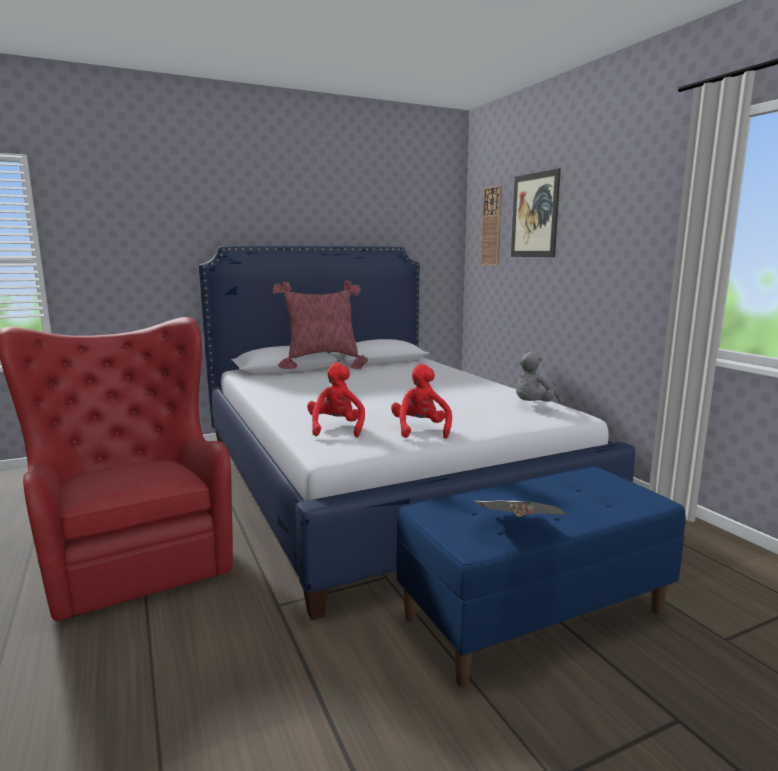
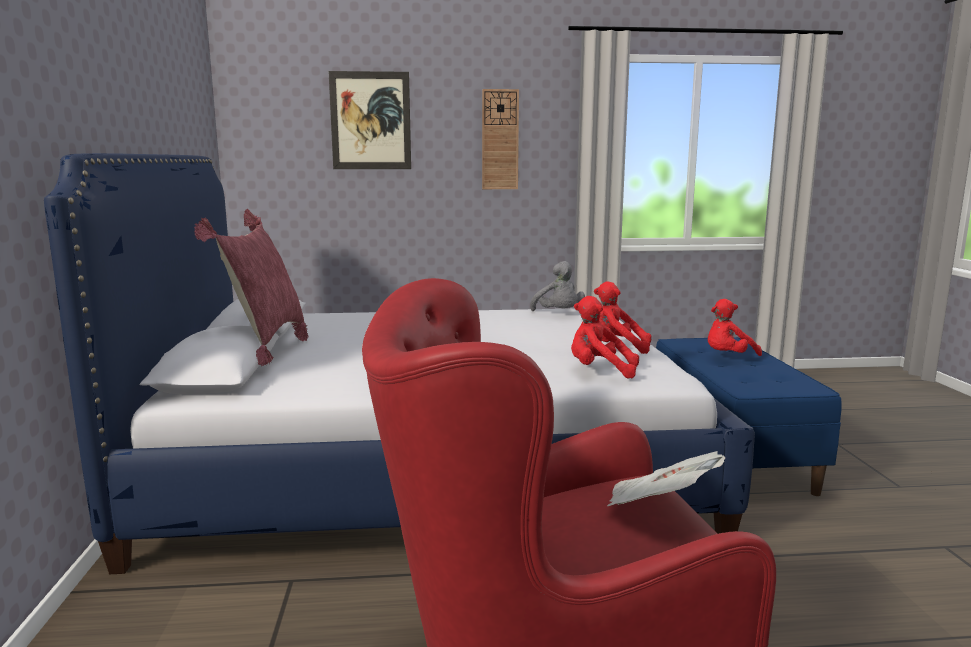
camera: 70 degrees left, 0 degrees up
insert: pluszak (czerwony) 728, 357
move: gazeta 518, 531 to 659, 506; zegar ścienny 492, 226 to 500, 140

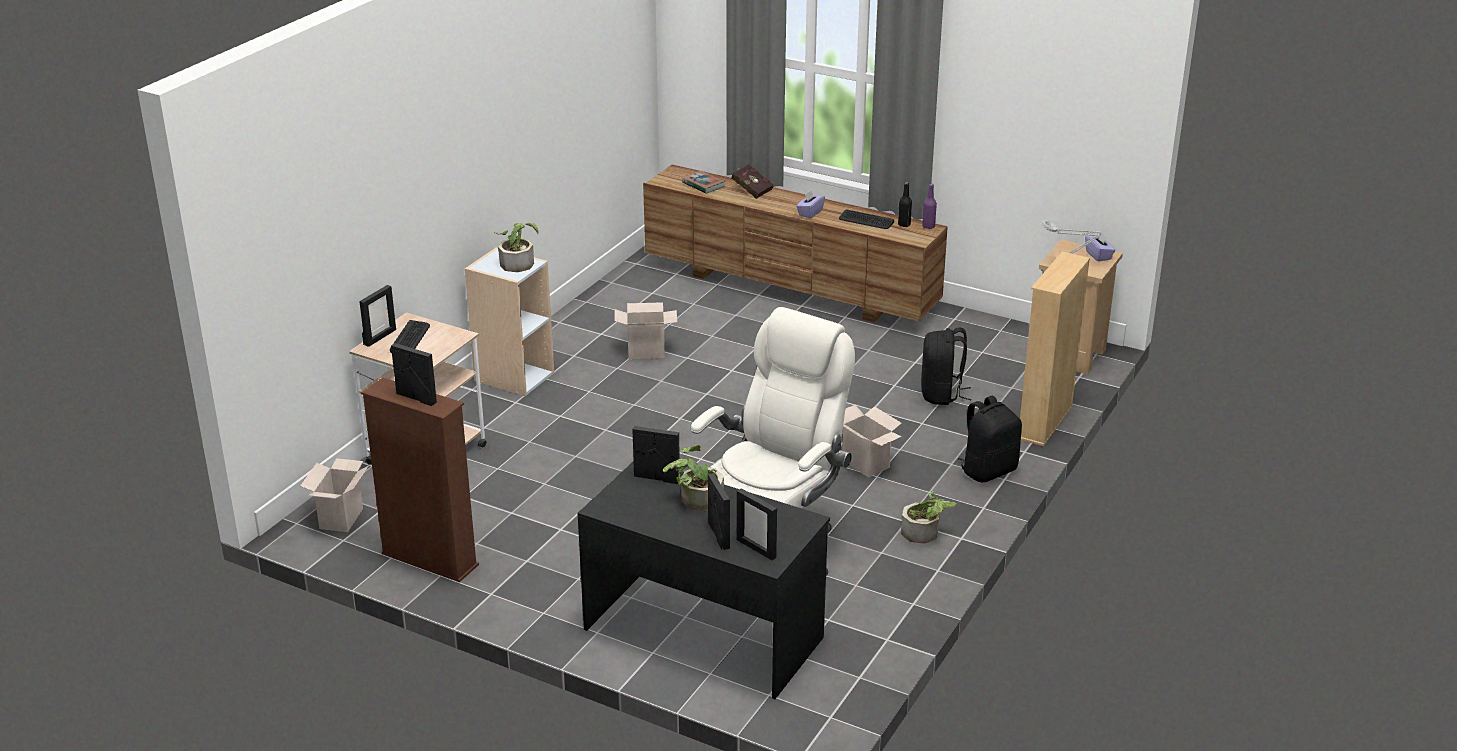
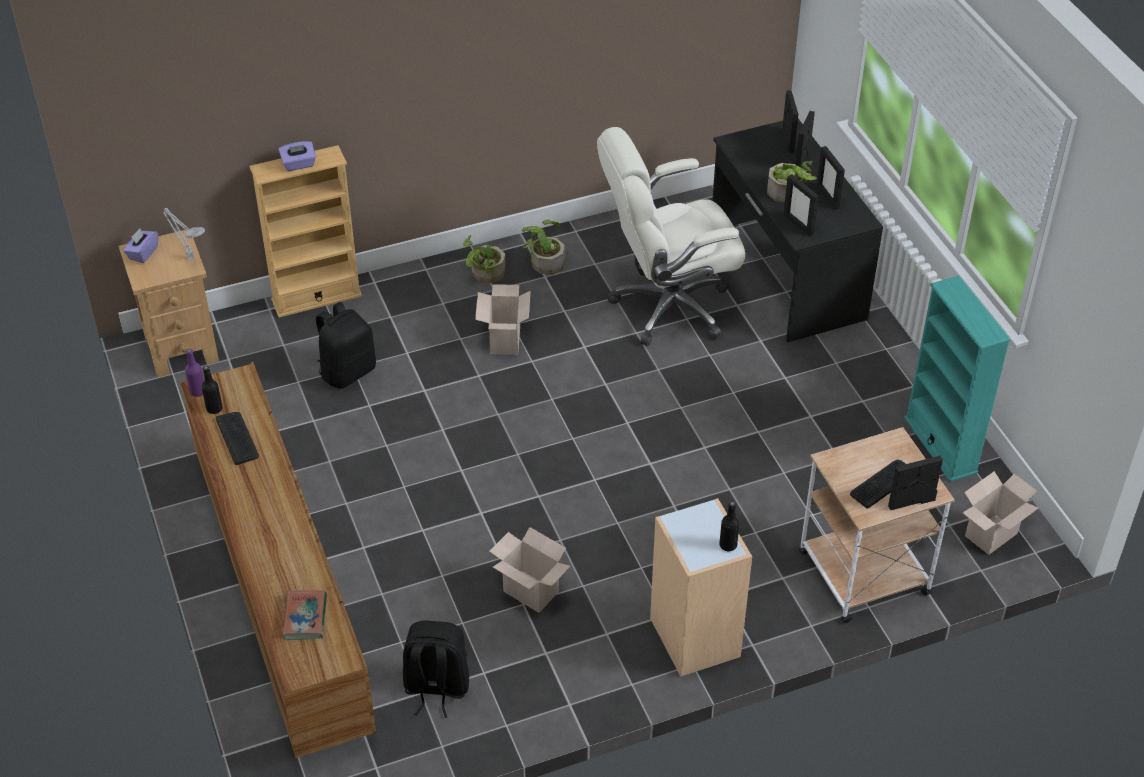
camera: 140 degrees left, 15 degrees up
delete: książka (czerwony) 751, 190
insert: butelka (czarny) 728, 545
move: ramka na zdjęcie 415, 398 to 828, 197; roślina doniczkowa 518, 262 to 484, 274; pudełko chusteczek (fioletowy) 810, 213 to 299, 164; plecak (czarny) 988, 470 to 436, 687
recolor: regał (brązowy) 429, 560 to regał (turkusowy) 940, 445

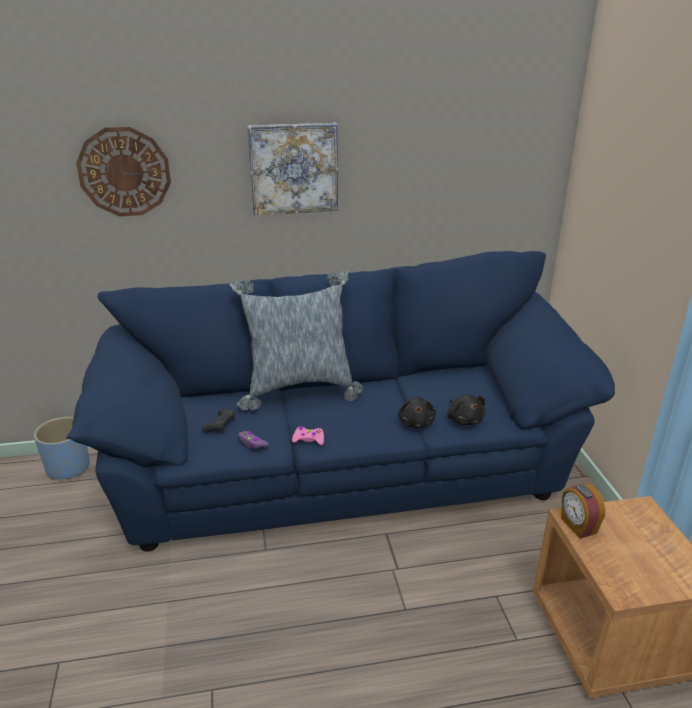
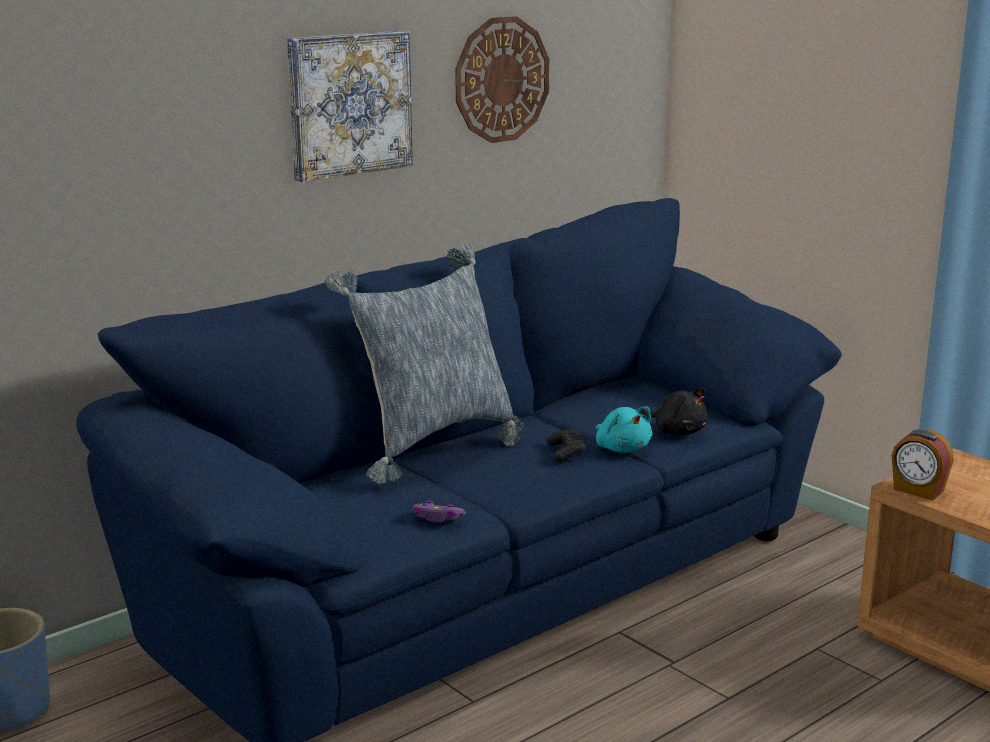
camera: 30 degrees left, 10 degrees down
delete: pad do gier (różowy) 308, 439
move: zegar ścienny 124, 172 to 501, 79; pad do gier (czarny) 220, 425 to 566, 453
recolor: pluszak (czarny) 416, 422 to pluszak (turkusowy) 622, 448

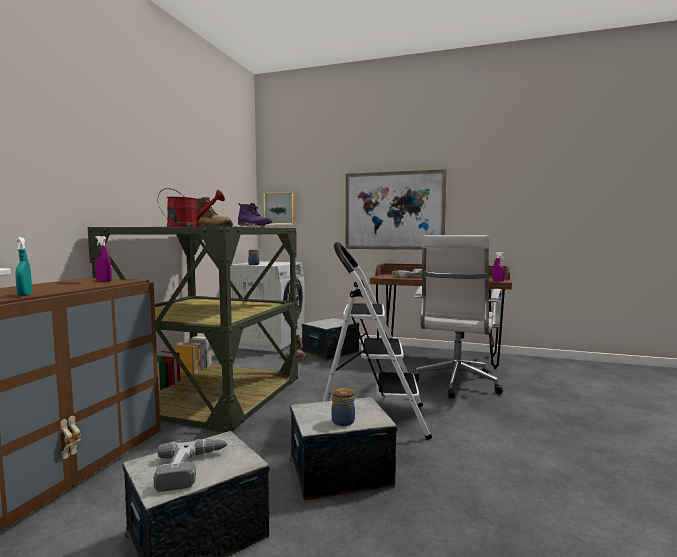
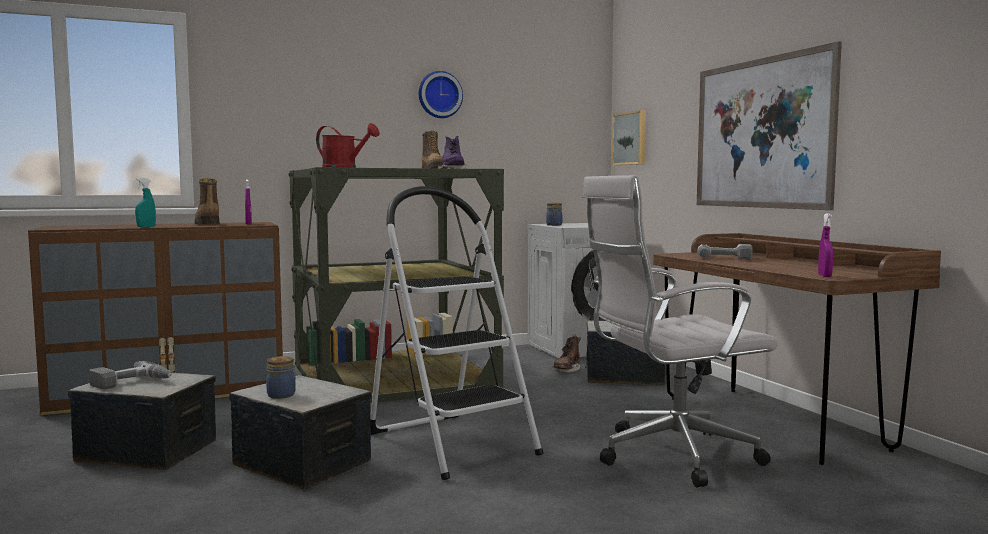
camera: 50 degrees right, 0 degrees up
insert: but z cholewką 207, 224; zegar ścienny 439, 95

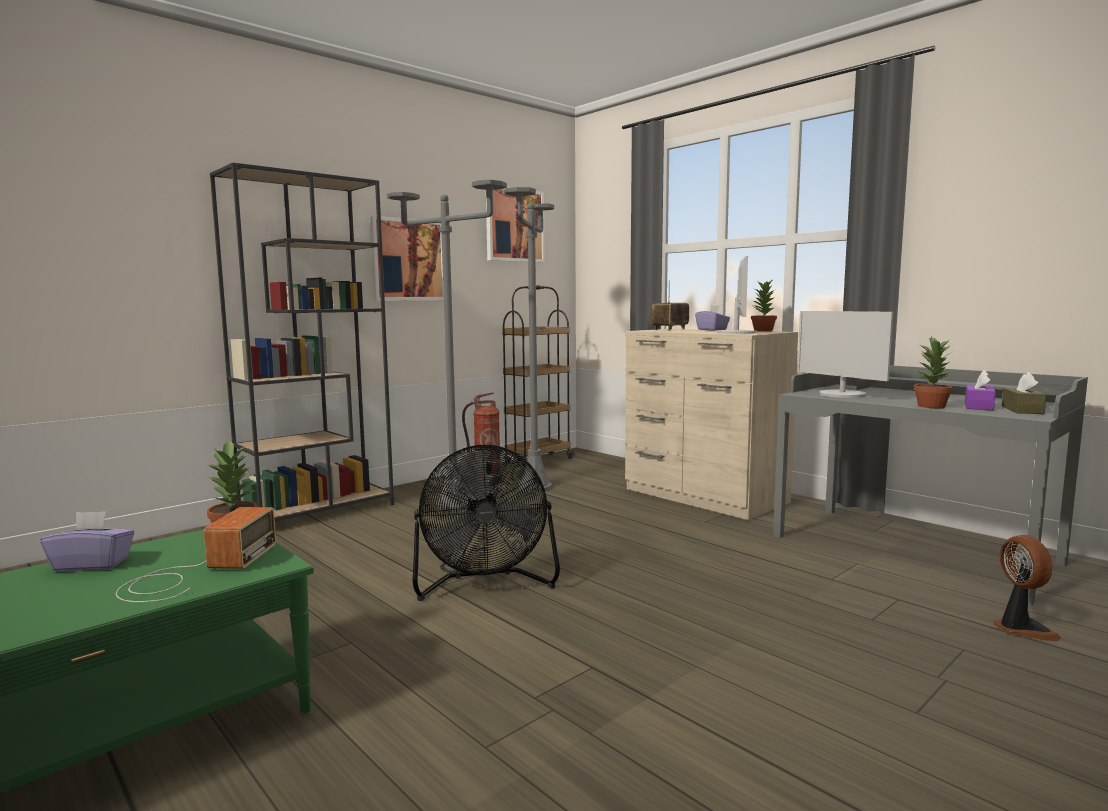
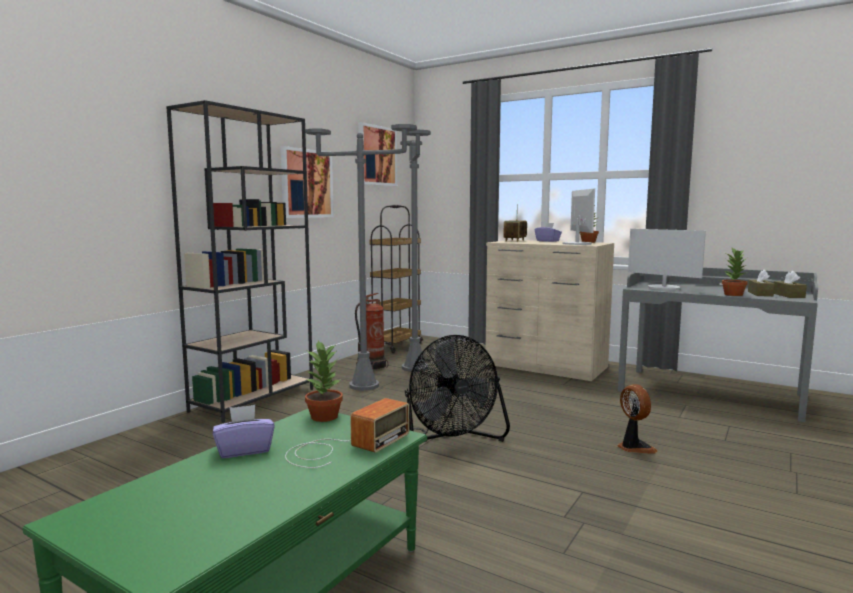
camera: 15 degrees left, 0 degrees up
move: wentylator 1021, 628 to 634, 447
recolor: pudełko chusteczek (fioletowy) 978, 406 to pudełko chusteczek (brązowy) 760, 294
rotate: radio 197, 572 = 344, 447 45 degrees clockwise

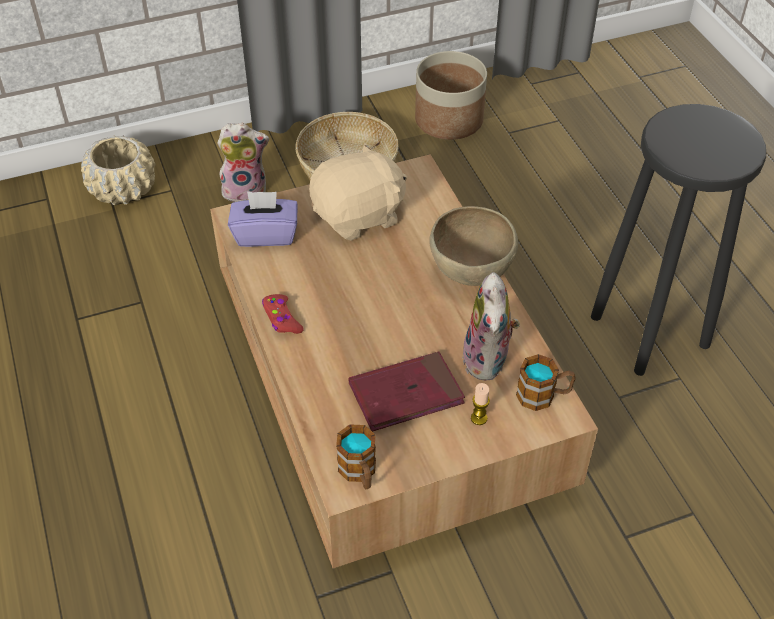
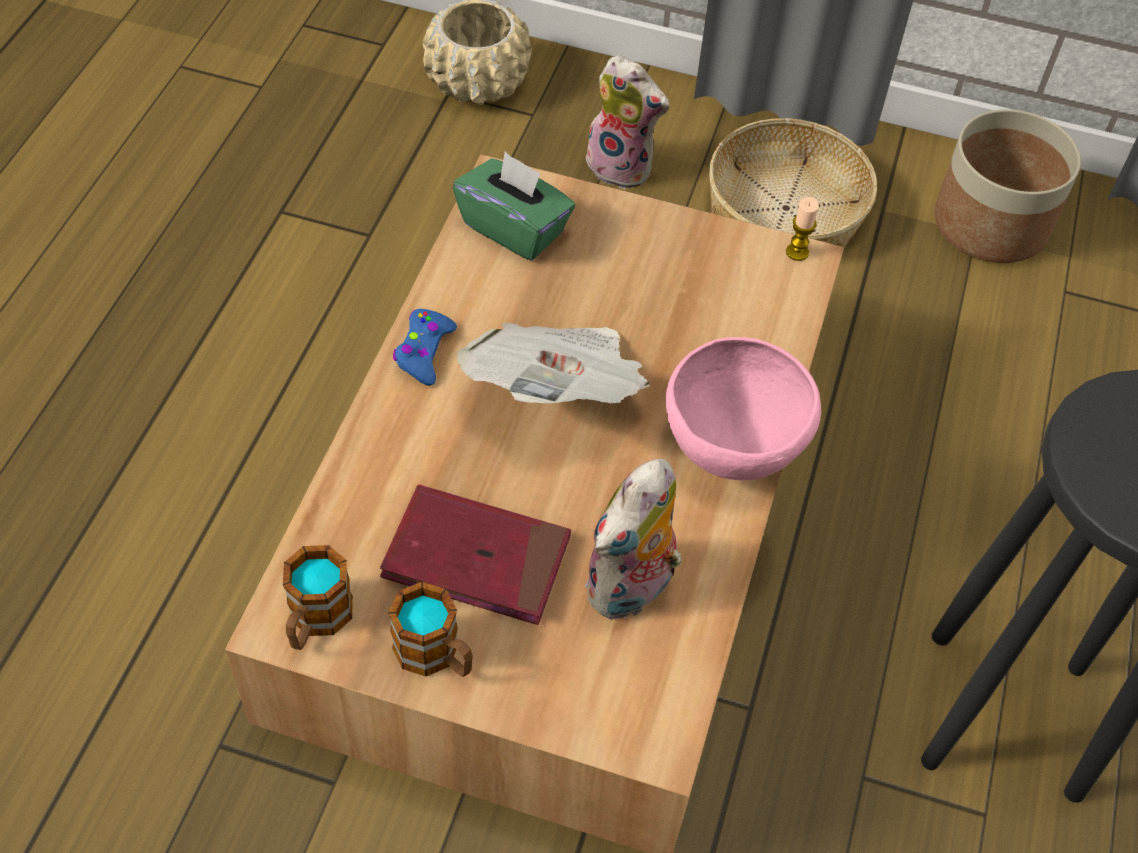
camera: 35 degrees right, 5 degrees up
delete: pluszak (beżowy) 359, 216
insert: gazeta 557, 392
move: świeca 479, 418 to 797, 252; kubek 543, 395 to 436, 655
recolor: pudełko chusteczek (fioletowy) 265, 234 to pudełko chusteczek (zielony) 514, 228; pad do gier (czerwony) 282, 319 to pad do gier (niebieski) 424, 352; miska (brązowy) 470, 272 to miska (różowy) 732, 448

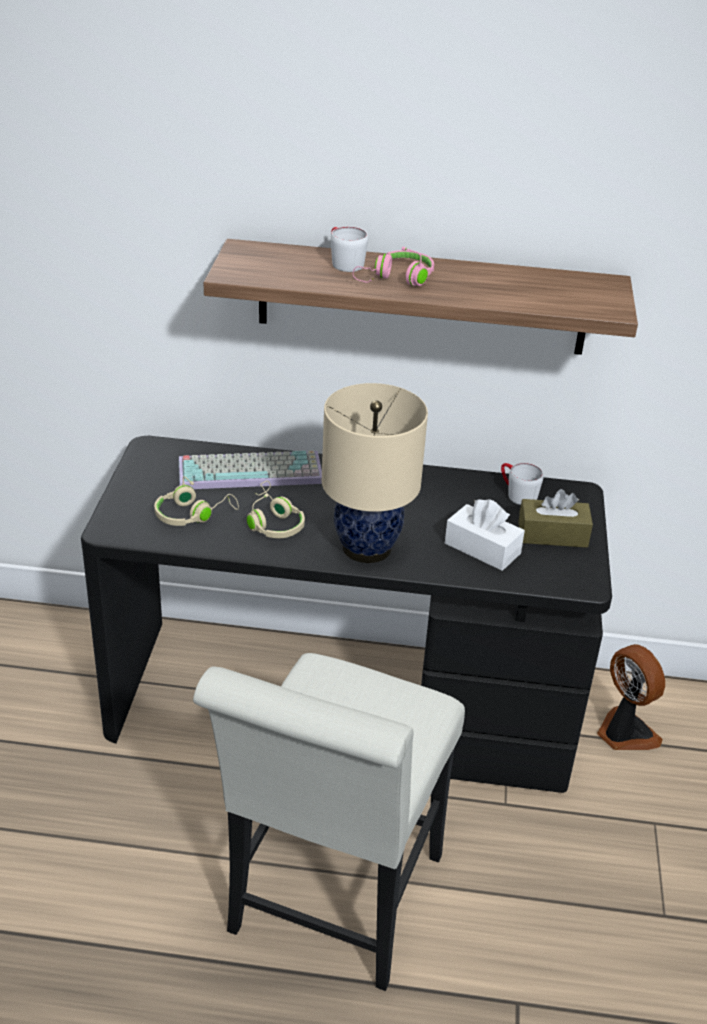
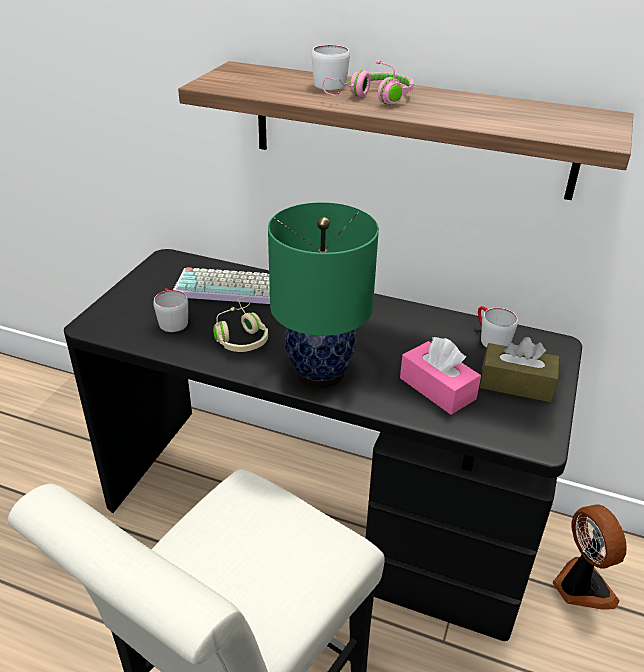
camera: 15 degrees right, 0 degrees up
replace: słuchawki (beżowy) 193, 514 to kubek (szary) 172, 320
recolor: lampa stołowa (beżowy) 366, 547 to lampa stołowa (zielony) 319, 371; pudełko chusteczek (biały) 482, 548 to pudełko chusteczek (różowy) 437, 388

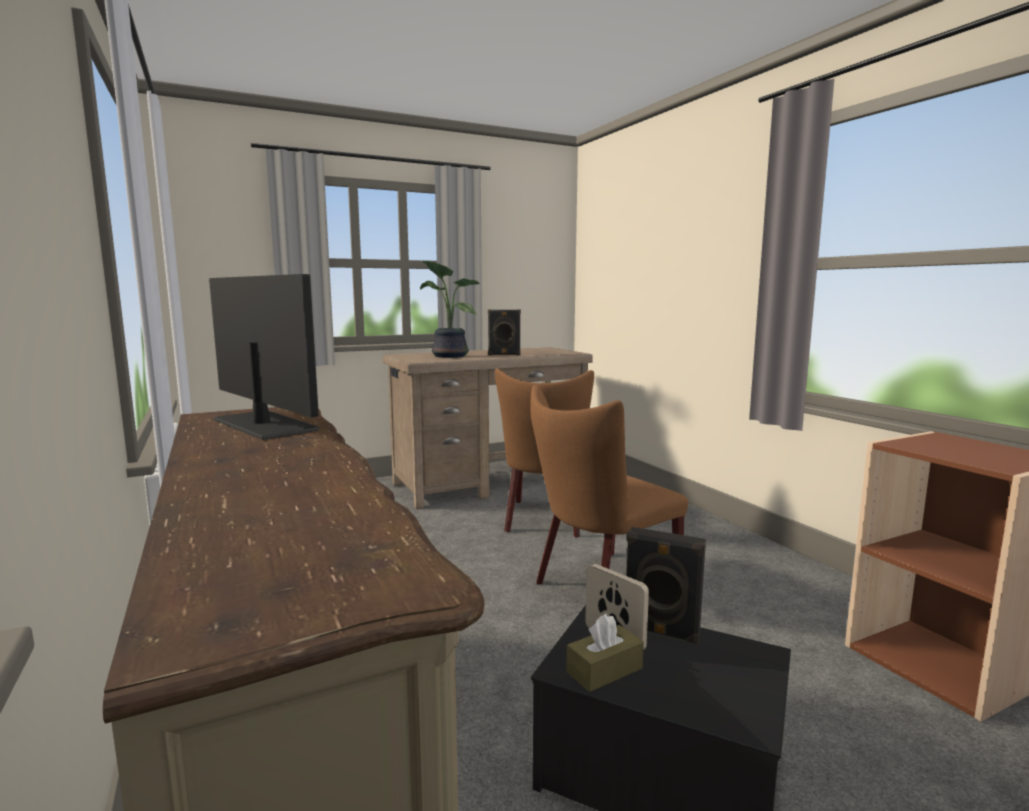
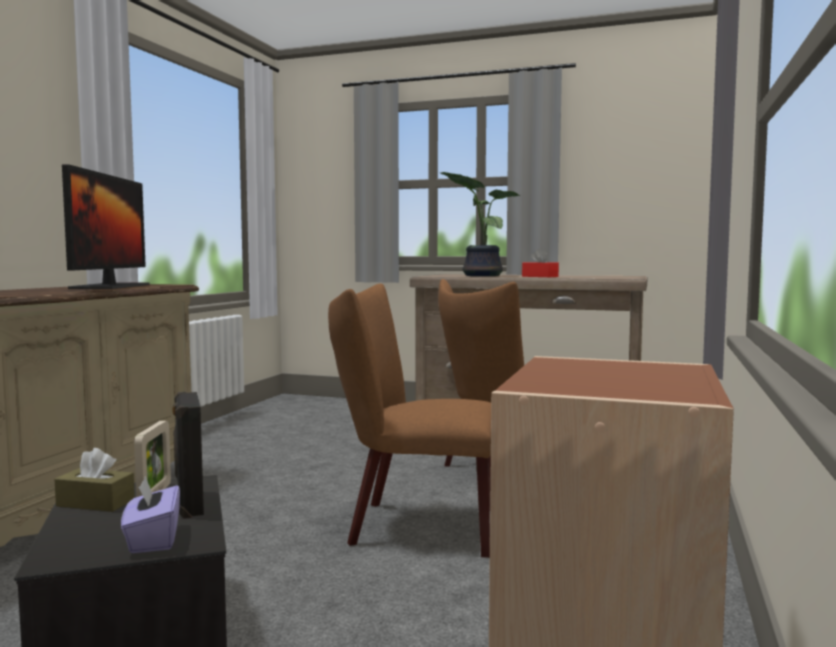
camera: 45 degrees right, 5 degrees down
insert: pudełko chusteczek (fioletowy) 152, 540
replace: głośnik (czarny) 504, 354 to pudełko chusteczek (czerwony) 540, 276

